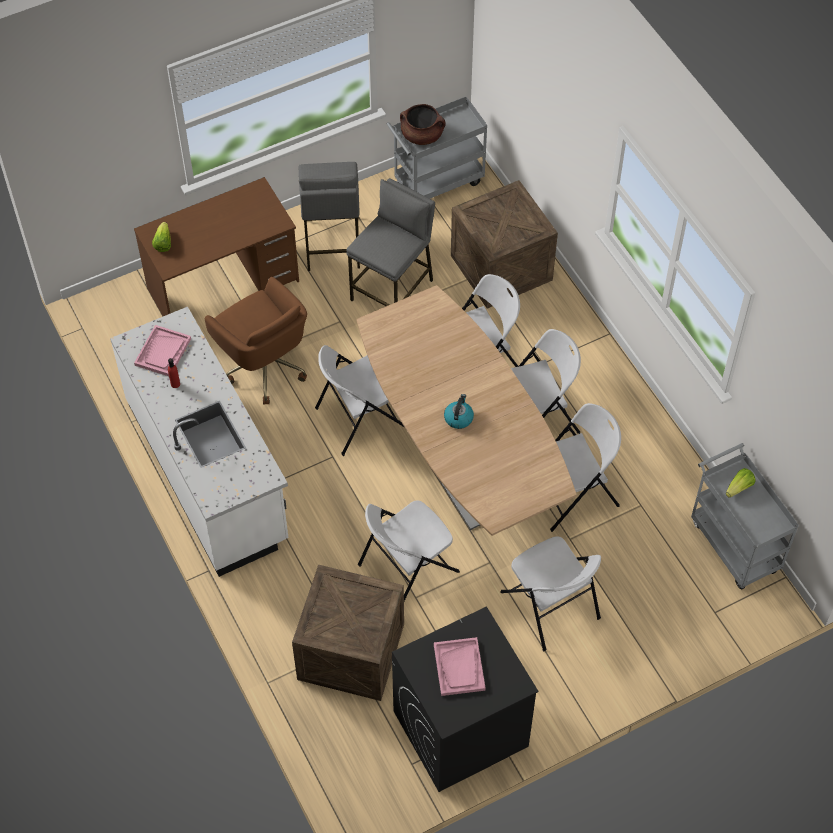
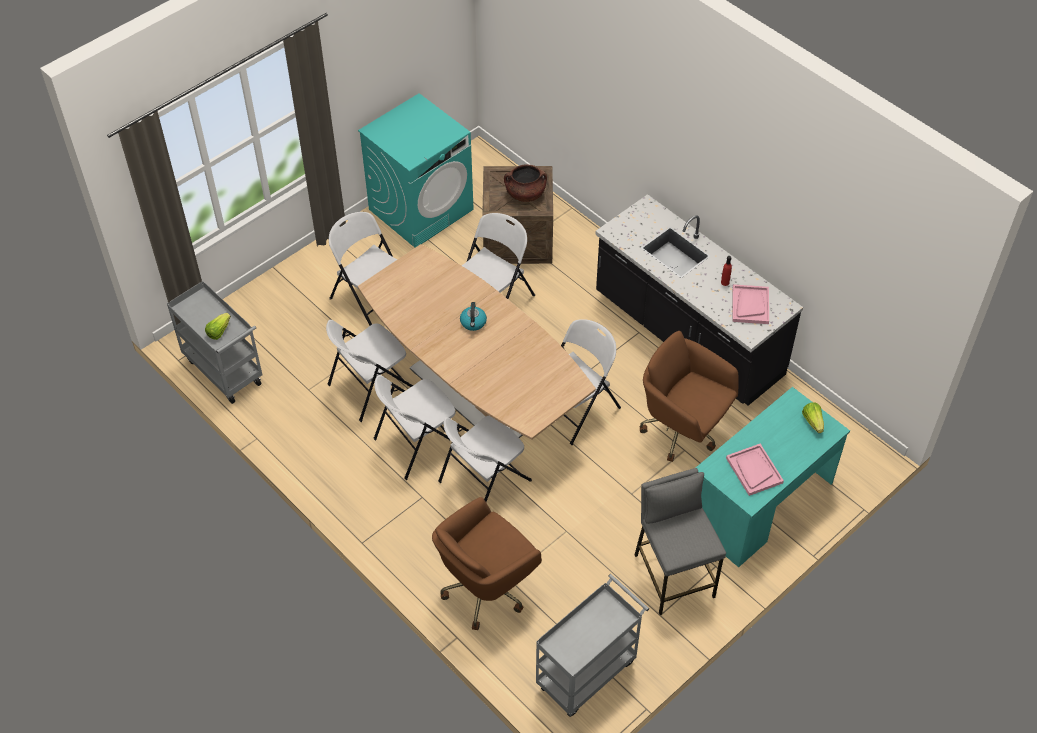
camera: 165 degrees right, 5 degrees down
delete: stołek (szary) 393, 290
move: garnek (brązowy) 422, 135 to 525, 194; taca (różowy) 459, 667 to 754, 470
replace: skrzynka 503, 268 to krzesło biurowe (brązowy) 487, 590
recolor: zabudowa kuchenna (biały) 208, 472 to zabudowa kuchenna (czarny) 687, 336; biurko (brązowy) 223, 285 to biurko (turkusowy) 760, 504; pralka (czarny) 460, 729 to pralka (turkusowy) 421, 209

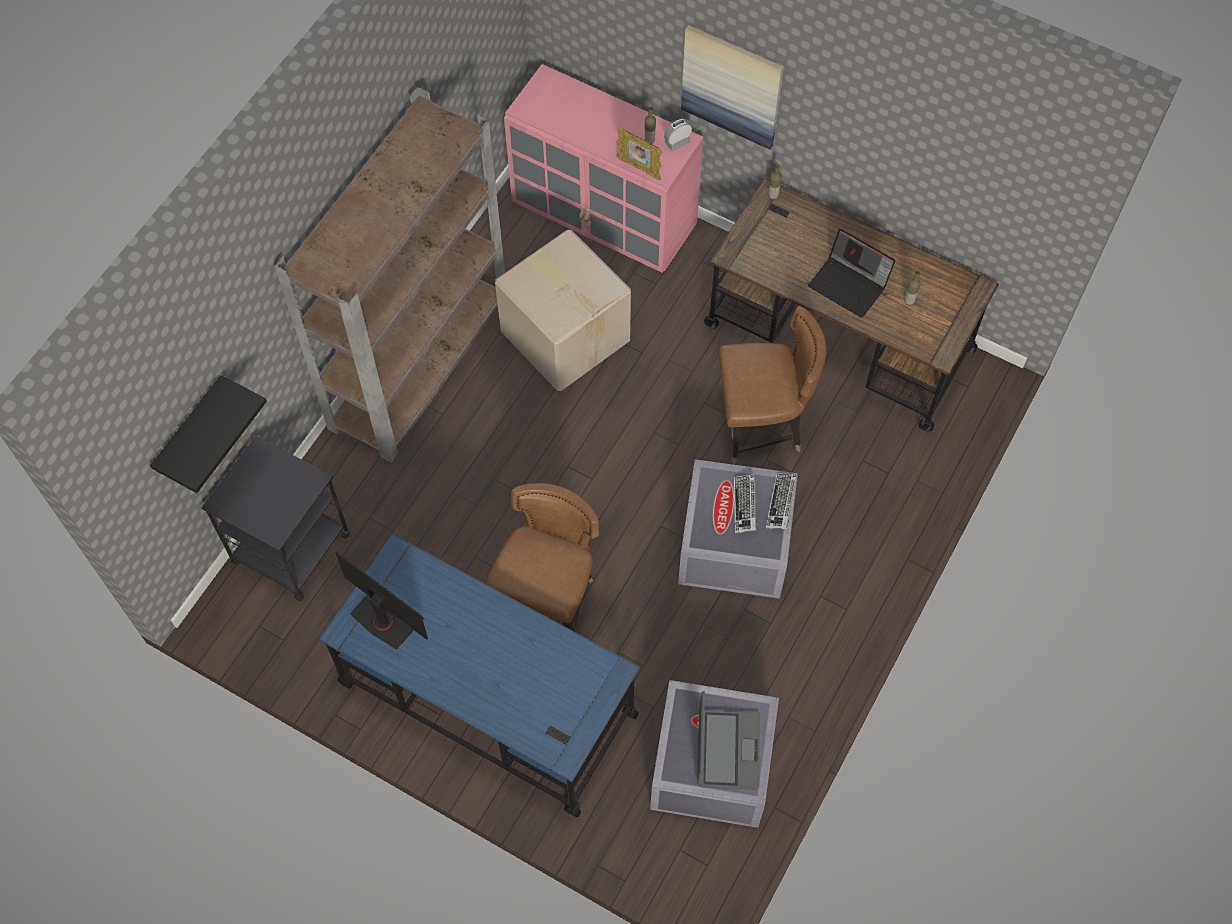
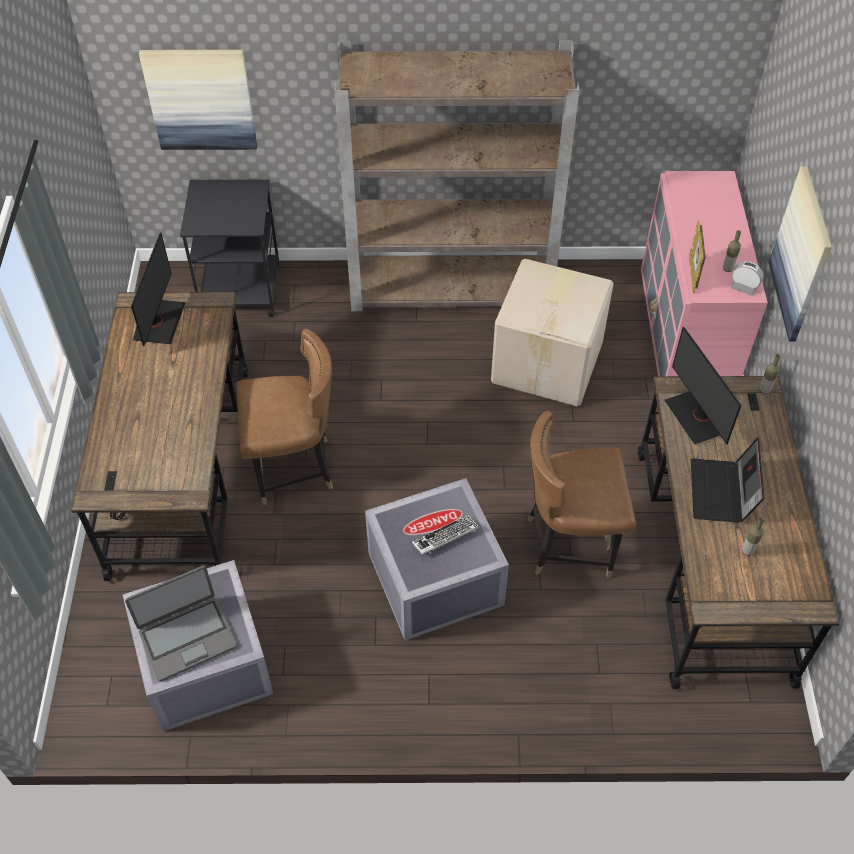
camera: 60 degrees right, 10 degrees down
delete: klawiatura 781, 503
insert: monitor 697, 416
replace: półka (czarny) 191, 430 to obraz 200, 99
recolor: biurko (niebieski) 488, 700 to biurko (brązowy) 181, 469
rotate: krzesło (brązowy) 761, 427 = 568, 543 120 degrees clockwise

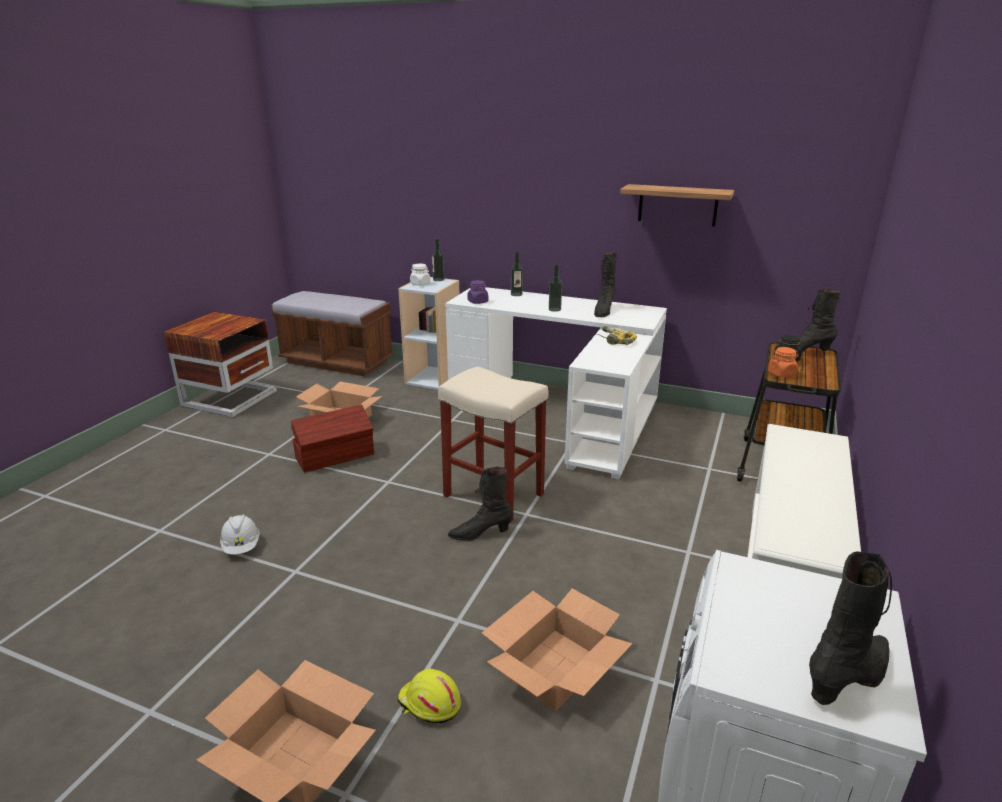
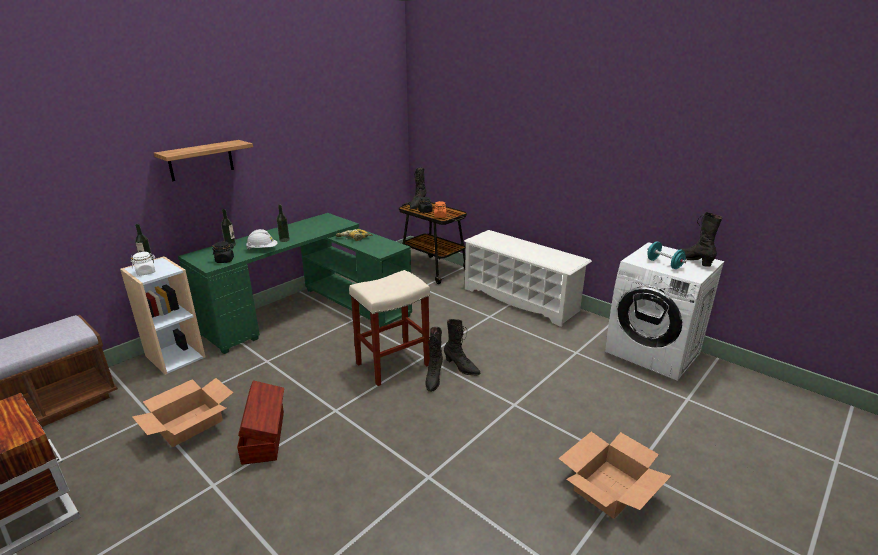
camera: 70 degrees left, 0 degrees up
delete: kask (żółty) 429, 704; karton 554, 668
insert: hantel (turkusowy) 664, 264
move: kask (biały) 241, 546 to 262, 249; but z cholewką (czarny) 603, 311 to 461, 367; półka 677, 205 to 201, 160
recolor: biurko (biały) 565, 412 to biurko (zielony) 309, 312; słoik (fioletowy) 478, 302 to słoik (czarny) 225, 260

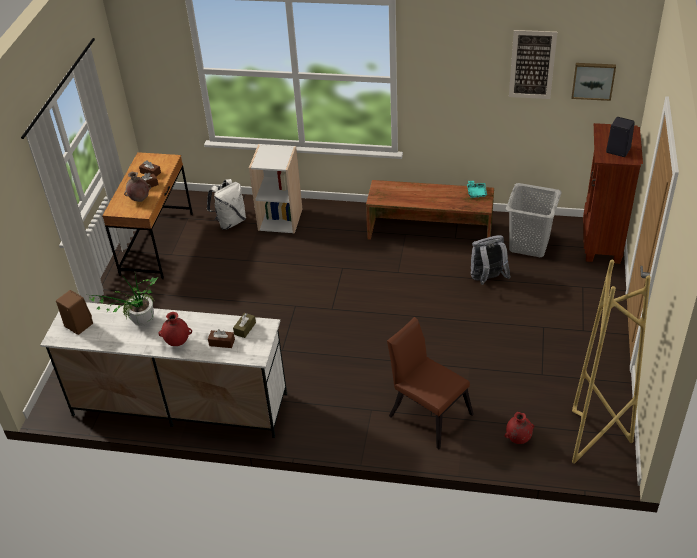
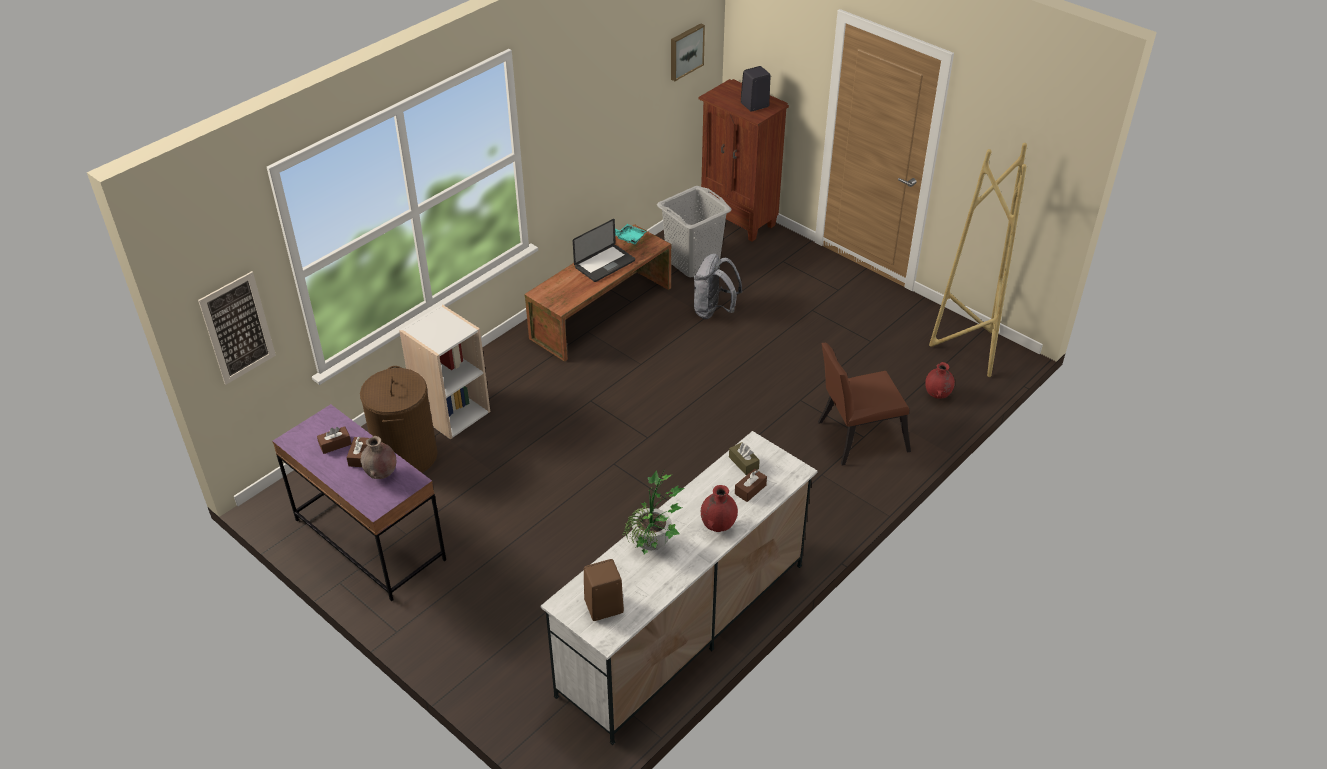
camera: 60 degrees left, 0 degrees up
insert: laptop 605, 264
move: obraz 532, 64 to 237, 328
replace: plecak (biały) 230, 222 to kosz na pranie (brązowy) 406, 456
recolor: biurko (brązowy) 157, 243 to biurko (fioletowy) 369, 539

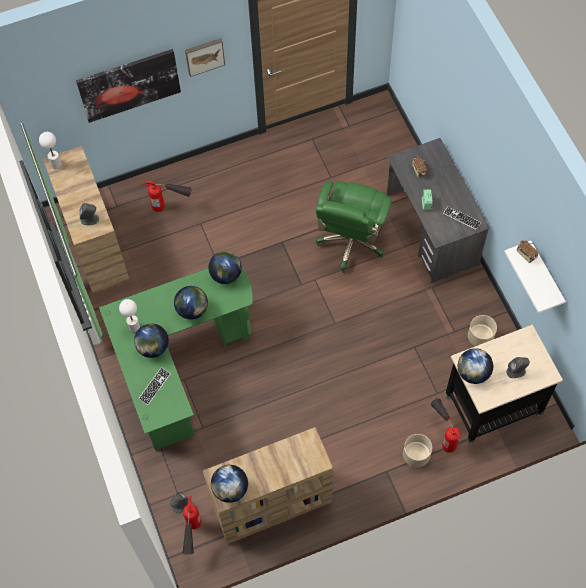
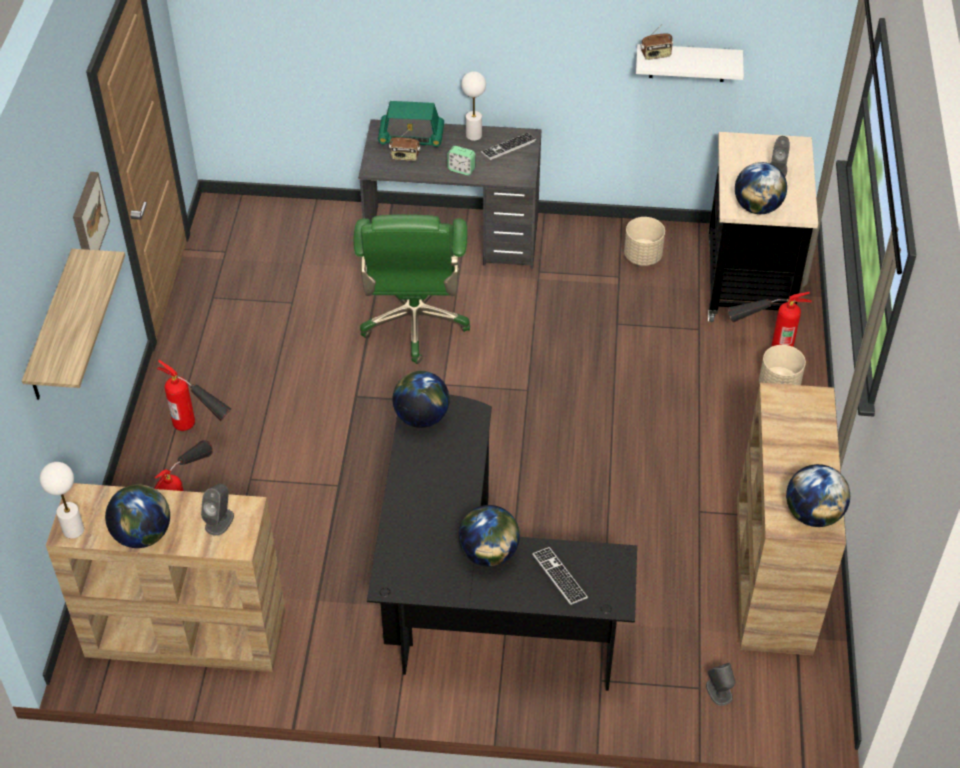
camera: 65 degrees left, 15 degrees down
insert: radio 411, 136
move: lampa stołowa (biały) 134, 327 to 473, 135; globus 192, 310 to 143, 534; gaśnica 192, 536 to 201, 430
replace: obraz 129, 85 to półka 52, 328
recolor: biurko (zielony) 177, 363 to biurko (czarny) 473, 602
rotate: krzesło biurowe (zielony) 350, 243 = 413, 324 45 degrees clockwise

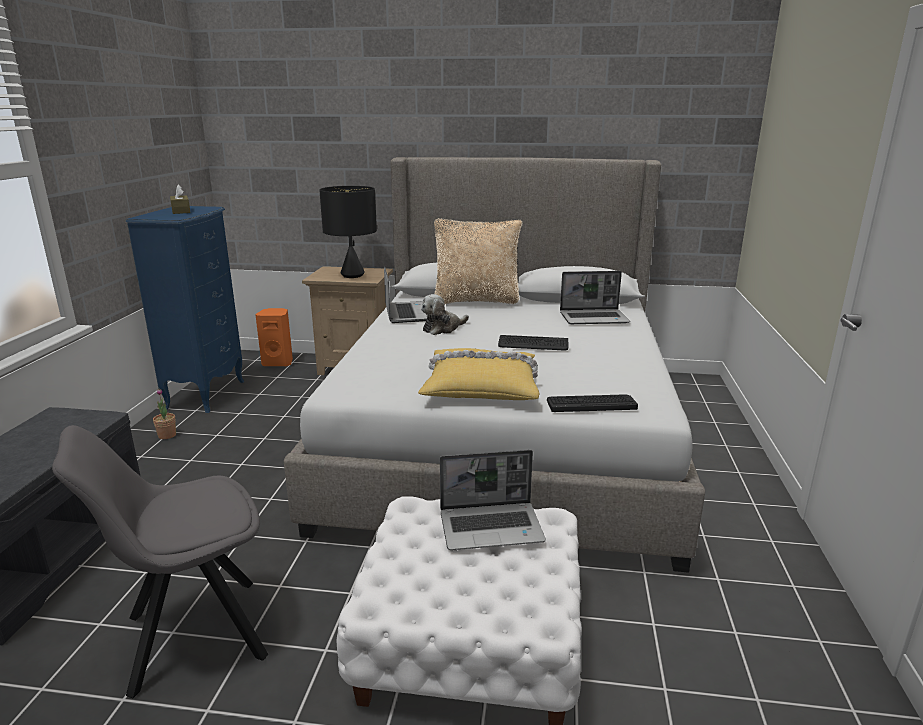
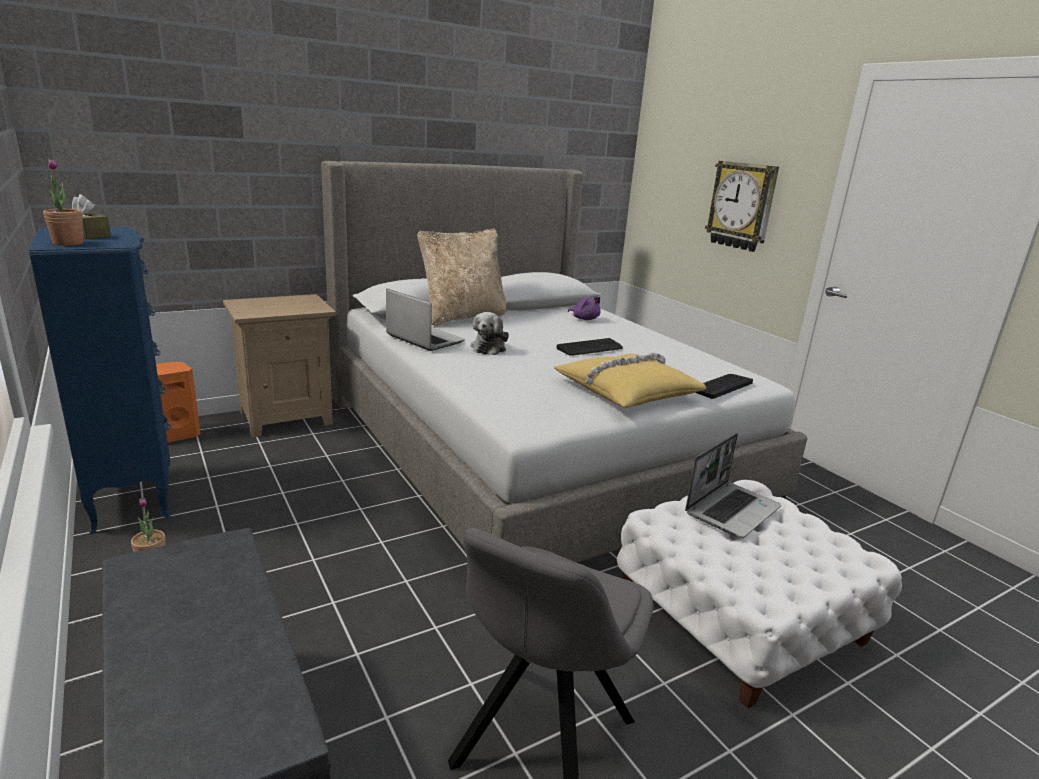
camera: 40 degrees left, 0 degrees up
delete: lampa stołowa (czarny) 352, 275
insert: roślina doniczkowa 68, 243; zegar ścienny 742, 206
replace: laptop 594, 318 to pluszak (fioletowy) 584, 319

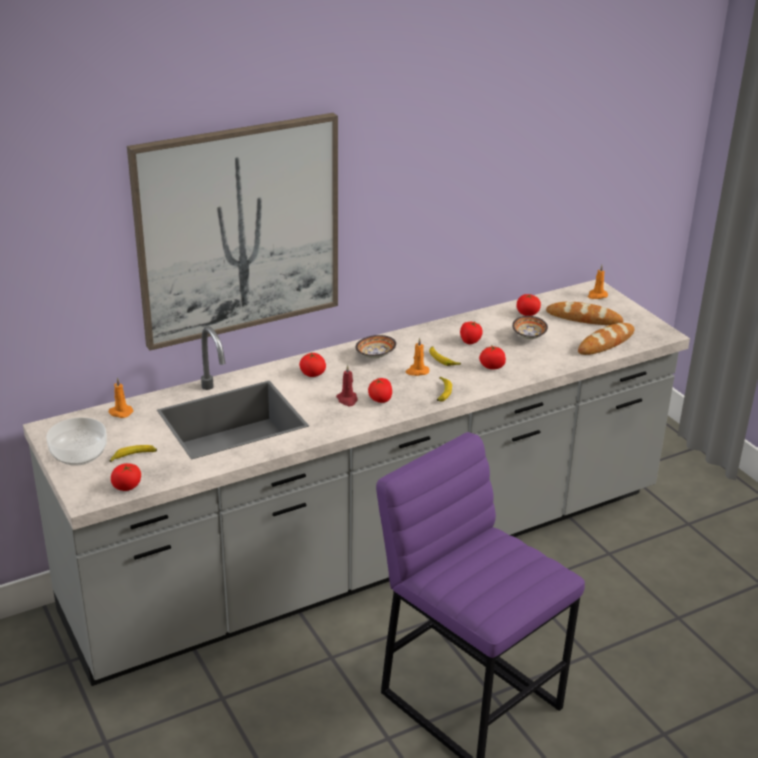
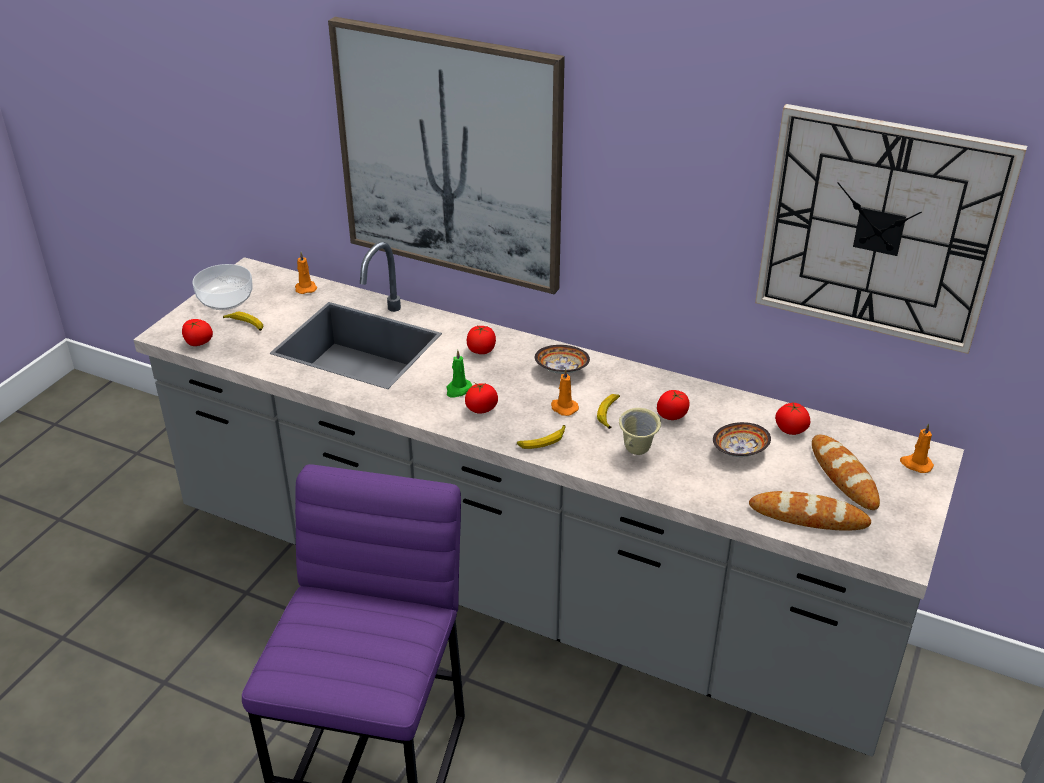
camera: 55 degrees right, 5 degrees up
insert: zegar ścienny 880, 229
replace: pomidor 492, 366 to kubek (beżowy) 637, 452
recolor: świeca (czerwony) 347, 400 to świeca (zielony) 458, 390

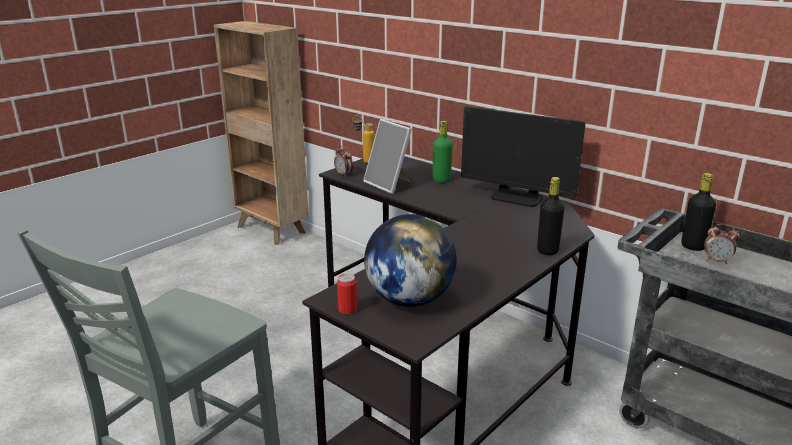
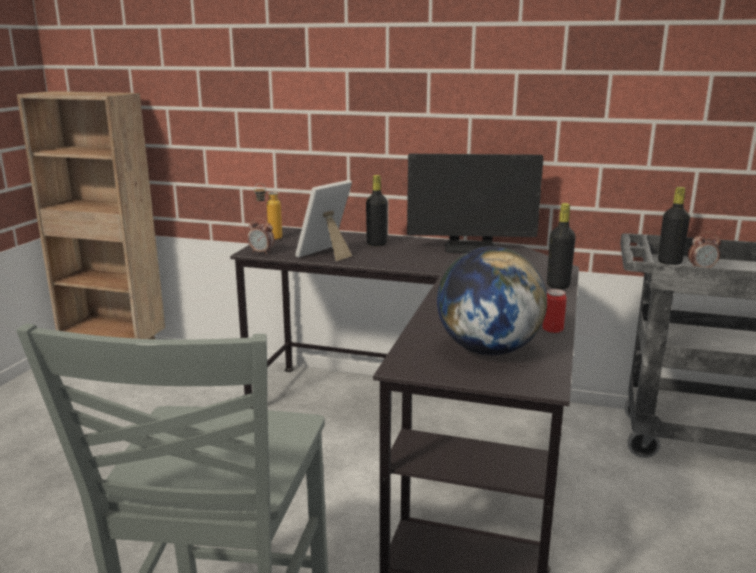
camera: 25 degrees left, 5 degrees down
move: puszka 347, 309 to 552, 329
recolor: butelka (zielony) 441, 180 to butelka (czarny) 376, 244
rotate: ramka na zdjęcie 389, 185 = 326, 255 105 degrees clockwise

